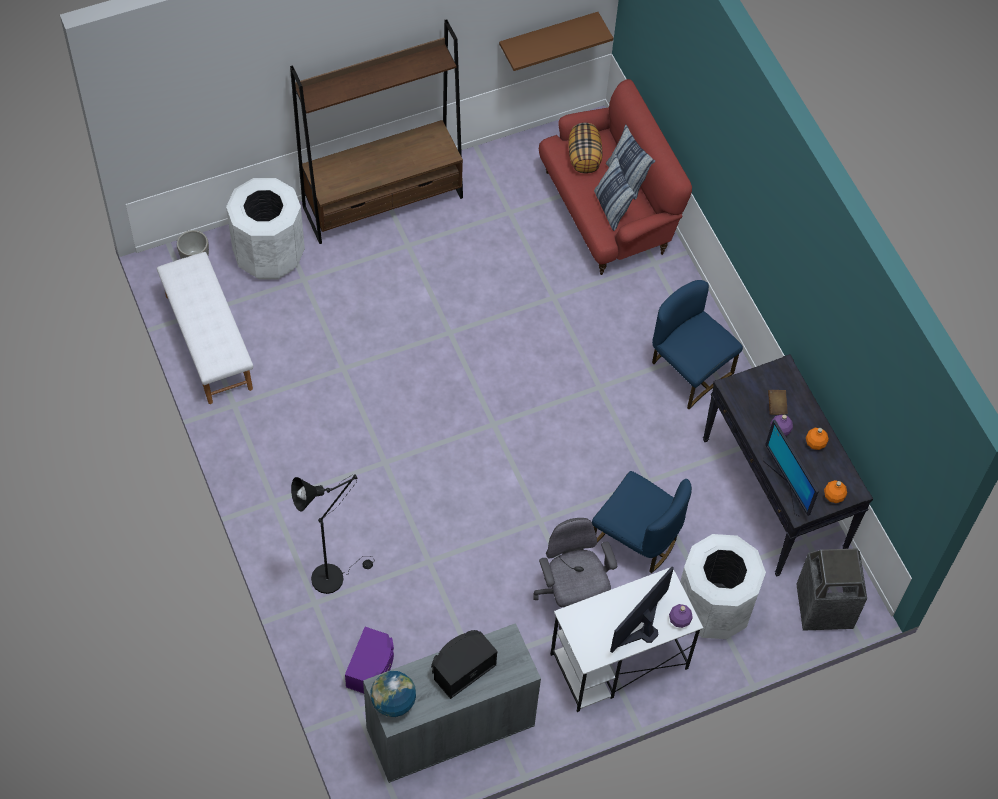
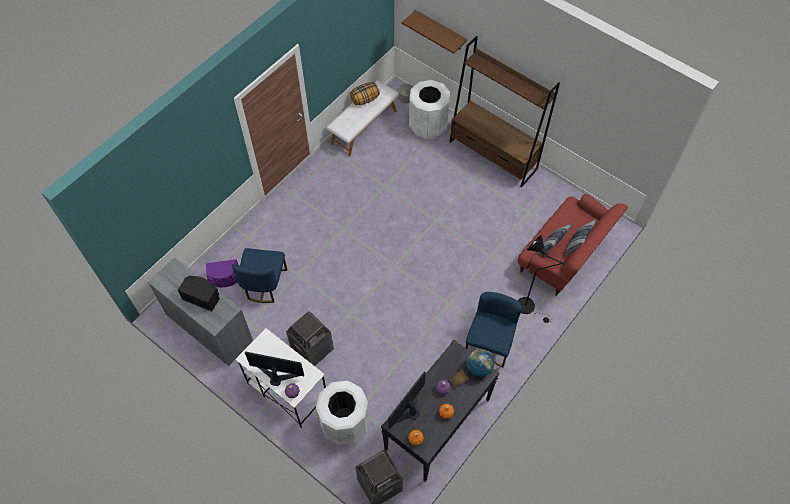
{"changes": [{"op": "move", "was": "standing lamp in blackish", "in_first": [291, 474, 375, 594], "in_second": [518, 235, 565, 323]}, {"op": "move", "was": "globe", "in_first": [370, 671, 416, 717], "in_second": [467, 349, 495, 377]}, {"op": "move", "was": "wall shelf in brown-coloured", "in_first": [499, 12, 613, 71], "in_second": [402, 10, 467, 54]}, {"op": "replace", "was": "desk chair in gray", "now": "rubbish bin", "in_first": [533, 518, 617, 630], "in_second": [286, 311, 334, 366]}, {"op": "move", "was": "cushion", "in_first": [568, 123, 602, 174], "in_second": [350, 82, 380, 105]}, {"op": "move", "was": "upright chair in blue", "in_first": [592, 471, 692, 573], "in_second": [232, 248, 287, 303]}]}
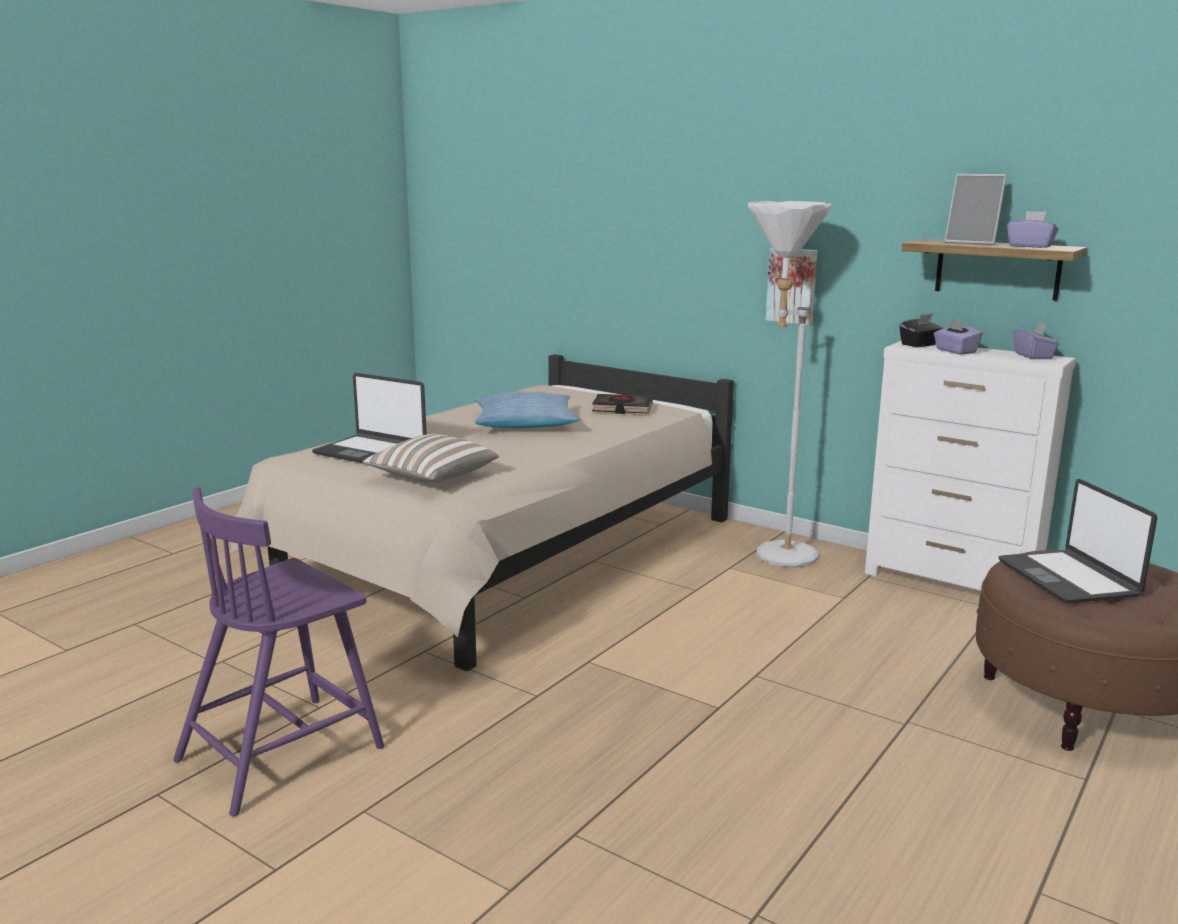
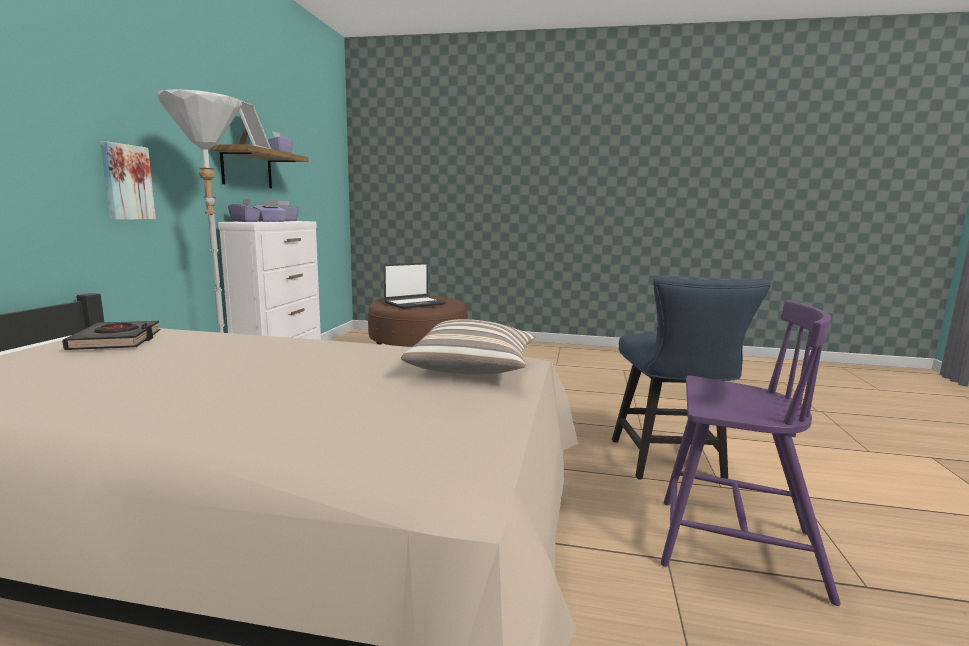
{"changes": [{"op": "delete", "was": "portable computer", "in_first": [312, 373, 427, 464]}, {"op": "delete", "was": "cushion", "in_first": [473, 392, 580, 428]}, {"op": "recolor", "was": "box of tissues in blackish", "now": "box of tissues in purple", "in_first": [900, 314, 944, 347], "in_second": [228, 199, 261, 222]}, {"op": "insert", "now": "upright chair in blue", "in_second": [612, 276, 771, 479]}]}
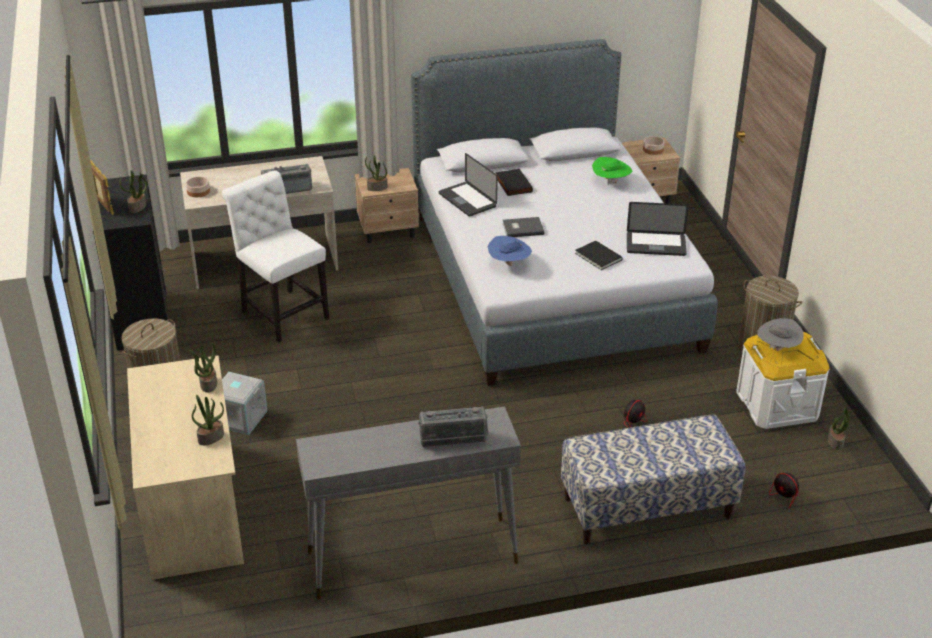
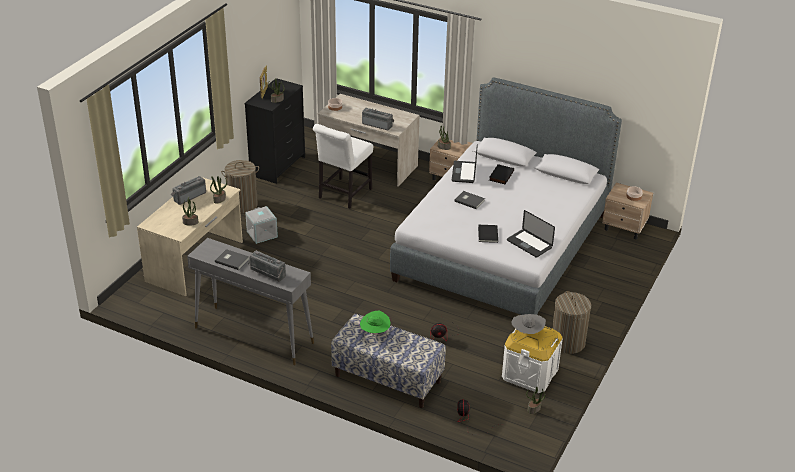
{"changes": [{"op": "rotate", "was": "upright chair in white", "in_first": [222, 171, 329, 343], "in_second": [313, 124, 373, 209], "clockwise": -150}, {"op": "delete", "was": "wearable hat in blue", "in_first": [488, 236, 532, 266]}, {"op": "move", "was": "wearable hat in green-coloured", "in_first": [592, 157, 632, 185], "in_second": [360, 311, 390, 335]}, {"op": "insert", "now": "radio receiver", "in_second": [171, 176, 206, 205]}, {"op": "insert", "now": "book in gray", "in_second": [215, 249, 249, 270]}]}
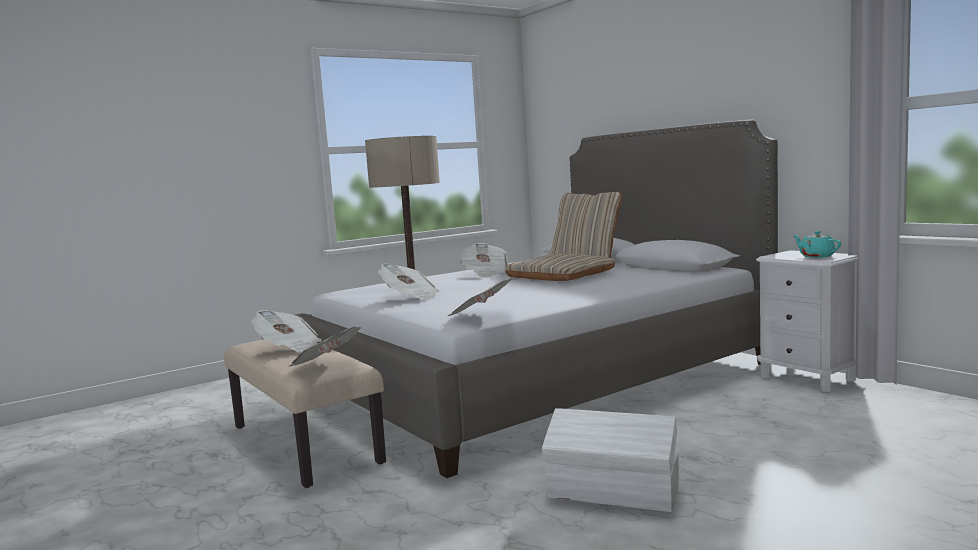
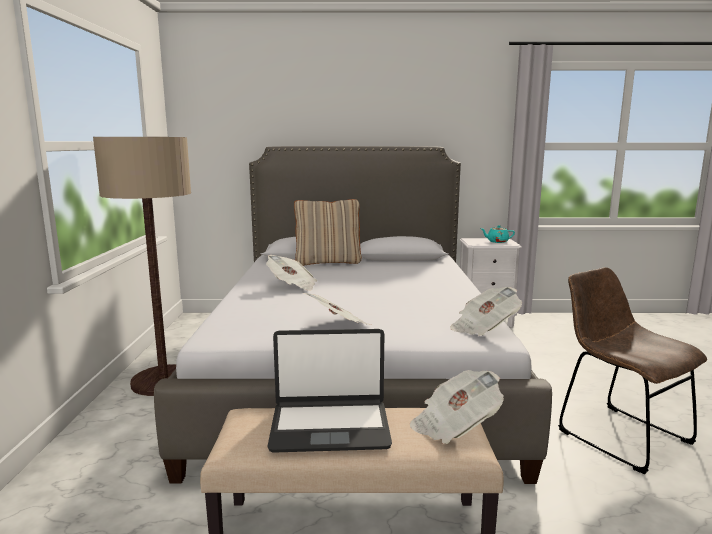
{"changes": [{"op": "replace", "was": "printed paper", "now": "portable computer", "in_first": [251, 310, 322, 353], "in_second": [267, 329, 392, 453]}, {"op": "delete", "was": "cushion in beige-coloured", "in_first": [505, 254, 615, 281]}, {"op": "replace", "was": "storage box in white", "now": "upright chair in brown-coloured", "in_first": [542, 408, 679, 512], "in_second": [558, 267, 707, 474]}]}
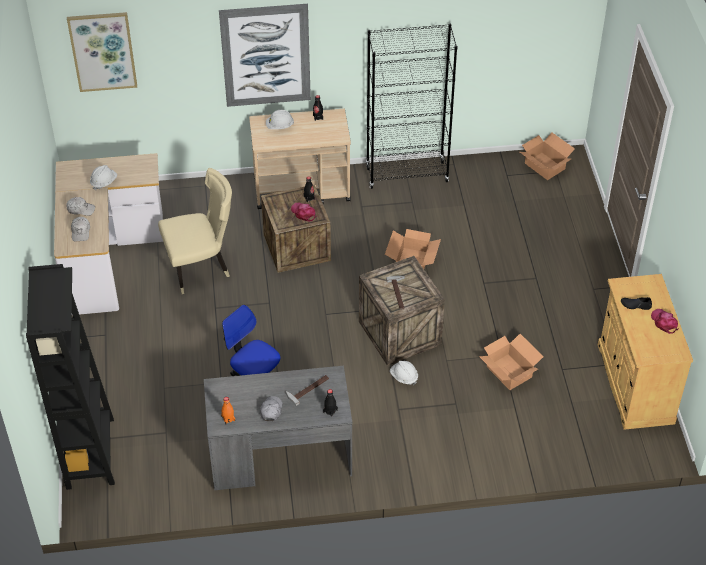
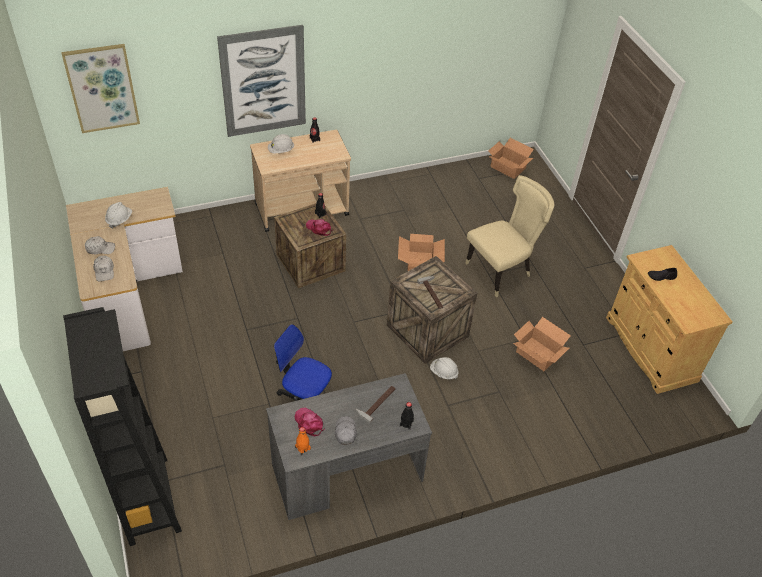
{"changes": [{"op": "move", "was": "upright chair in beige-coloured", "in_first": [158, 168, 232, 294], "in_second": [466, 175, 554, 297]}, {"op": "delete", "was": "bookcase in blackish", "in_first": [366, 24, 457, 189]}, {"op": "move", "was": "baseball cap in pink", "in_first": [651, 309, 679, 334], "in_second": [295, 408, 325, 436]}]}
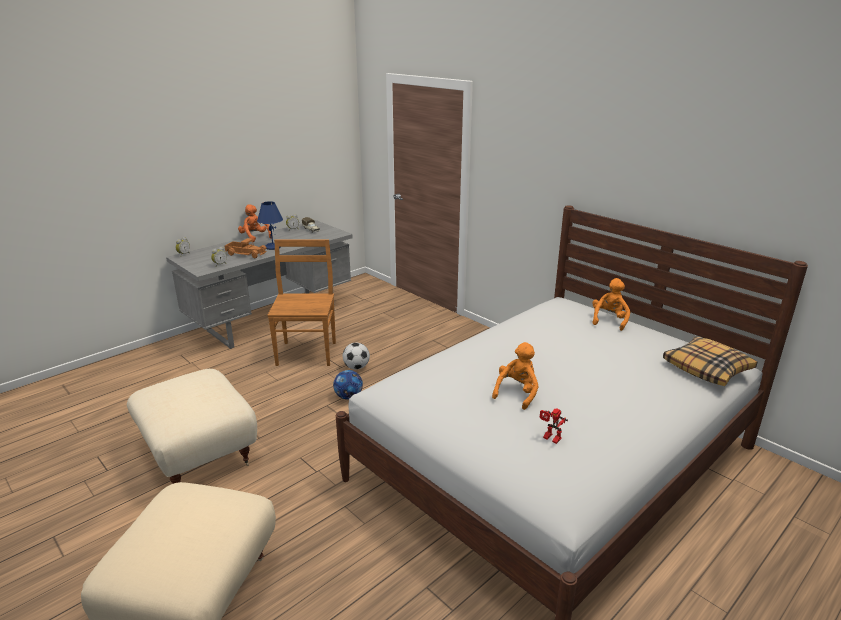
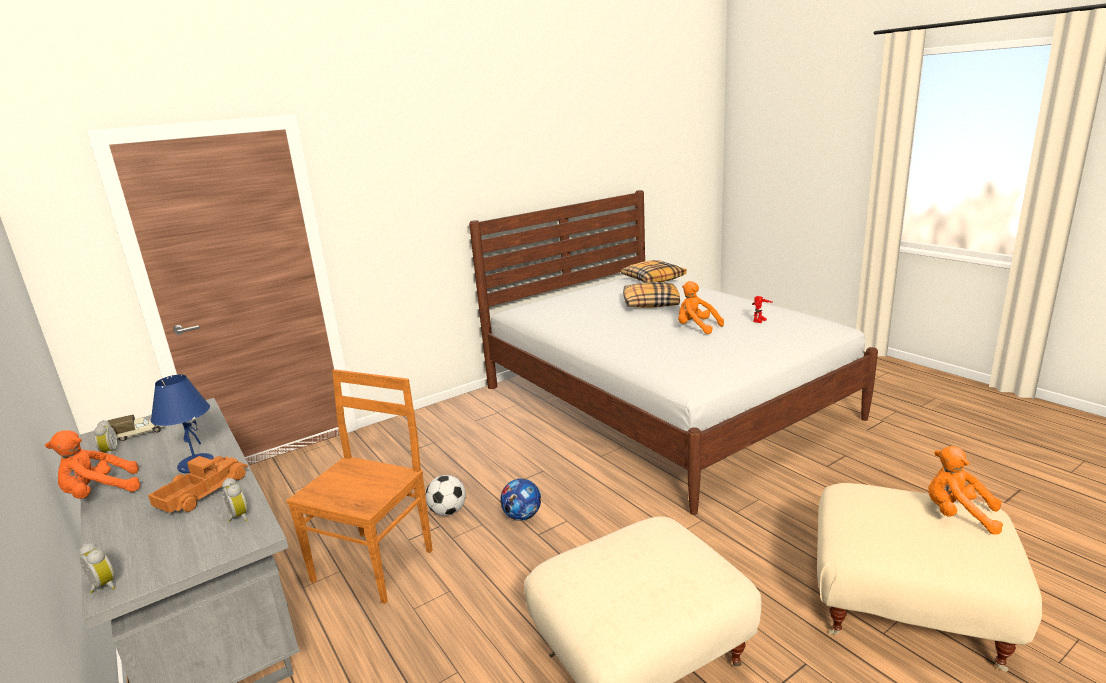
{"changes": [{"op": "rotate", "was": "upright chair in brown-coloured", "in_first": [267, 239, 336, 366], "in_second": [286, 369, 433, 604], "clockwise": 105}, {"op": "move", "was": "soft toy in orangey", "in_first": [592, 278, 630, 331], "in_second": [928, 446, 1003, 535]}, {"op": "insert", "now": "cushion", "in_second": [623, 282, 680, 308]}]}
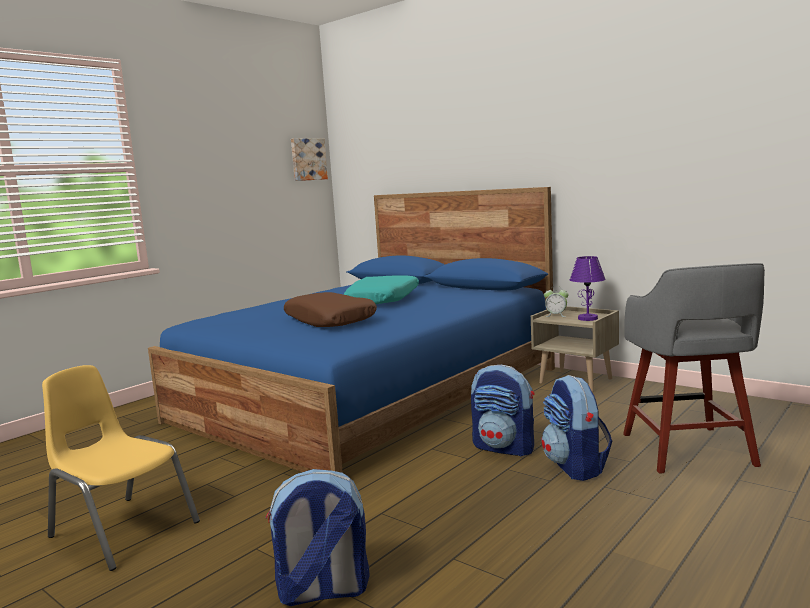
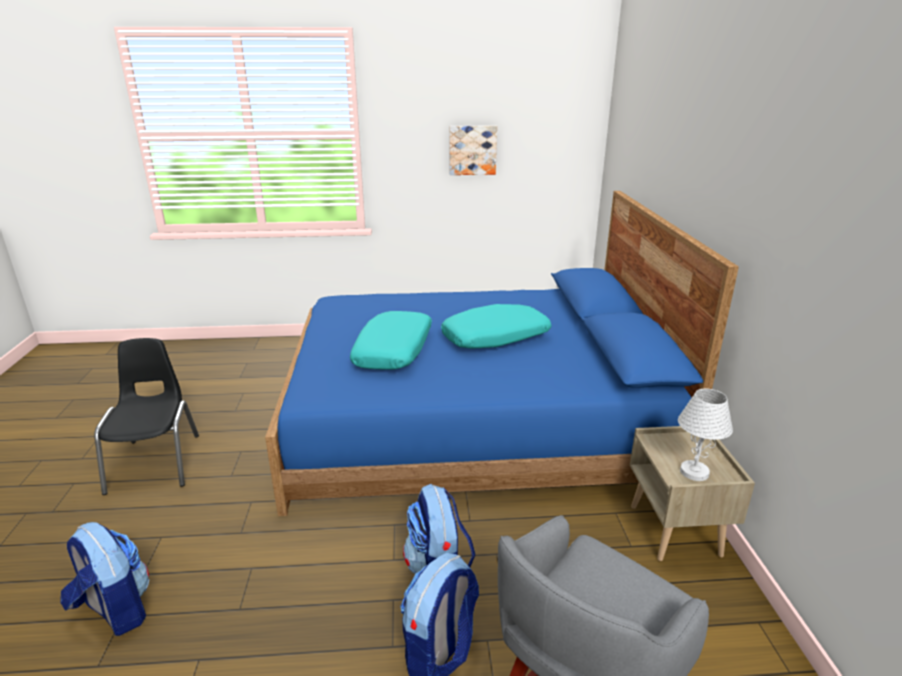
{"changes": [{"op": "recolor", "was": "upright chair in yellow", "now": "upright chair in blackish", "in_first": [42, 365, 200, 571], "in_second": [94, 338, 199, 495]}, {"op": "recolor", "was": "cushion in brown-coloured", "now": "cushion in turquoise", "in_first": [284, 292, 377, 327], "in_second": [350, 311, 432, 370]}, {"op": "move", "was": "wall art", "in_first": [291, 138, 328, 181], "in_second": [449, 125, 497, 175]}, {"op": "delete", "was": "alarm clock", "in_first": [544, 286, 569, 317]}, {"op": "recolor", "was": "lamp for a table in purple", "now": "lamp for a table in white", "in_first": [570, 256, 606, 321], "in_second": [678, 389, 733, 481]}]}
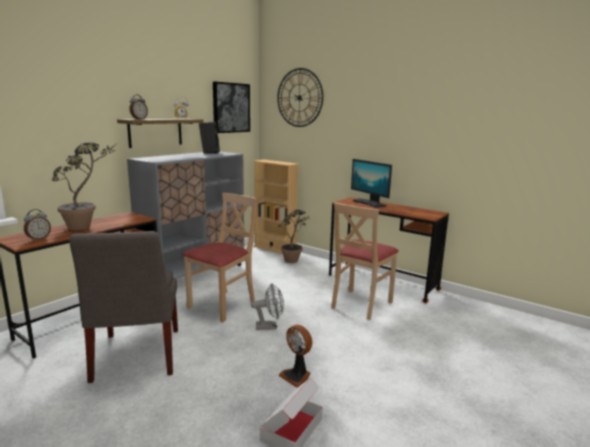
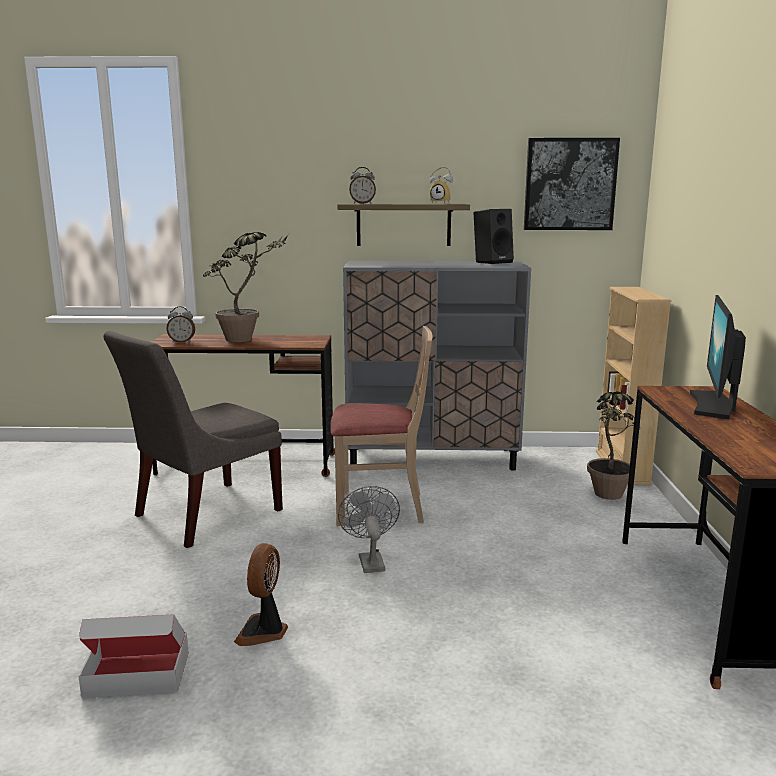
{"changes": [{"op": "rotate", "was": "cooling fan in gray", "in_first": [251, 283, 284, 330], "in_second": [338, 486, 400, 573], "clockwise": -150}, {"op": "delete", "was": "clock on the wall", "in_first": [277, 68, 323, 127]}, {"op": "delete", "was": "upright chair in beige-coloured", "in_first": [331, 203, 399, 320]}]}
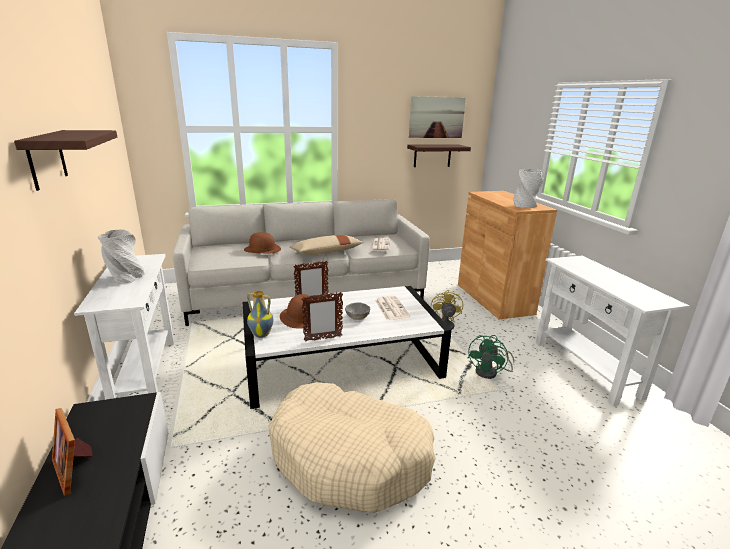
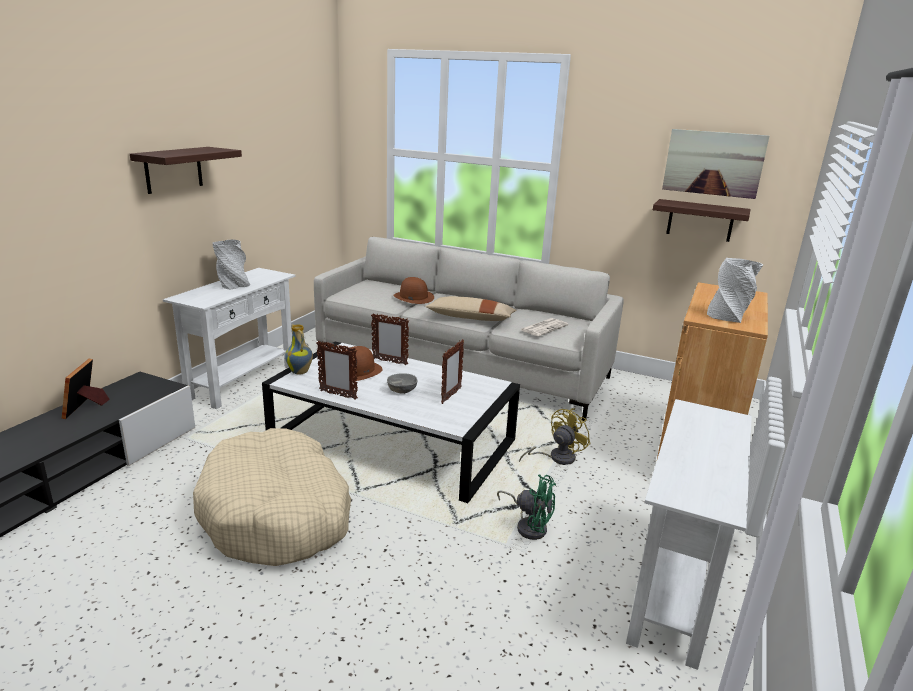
{"changes": [{"op": "replace", "was": "printed paper", "now": "picture frame", "in_first": [375, 296, 411, 320], "in_second": [441, 339, 464, 404]}, {"op": "rotate", "was": "cooling fan in green-coloured", "in_first": [468, 335, 514, 379], "in_second": [497, 475, 556, 540], "clockwise": -135}]}
